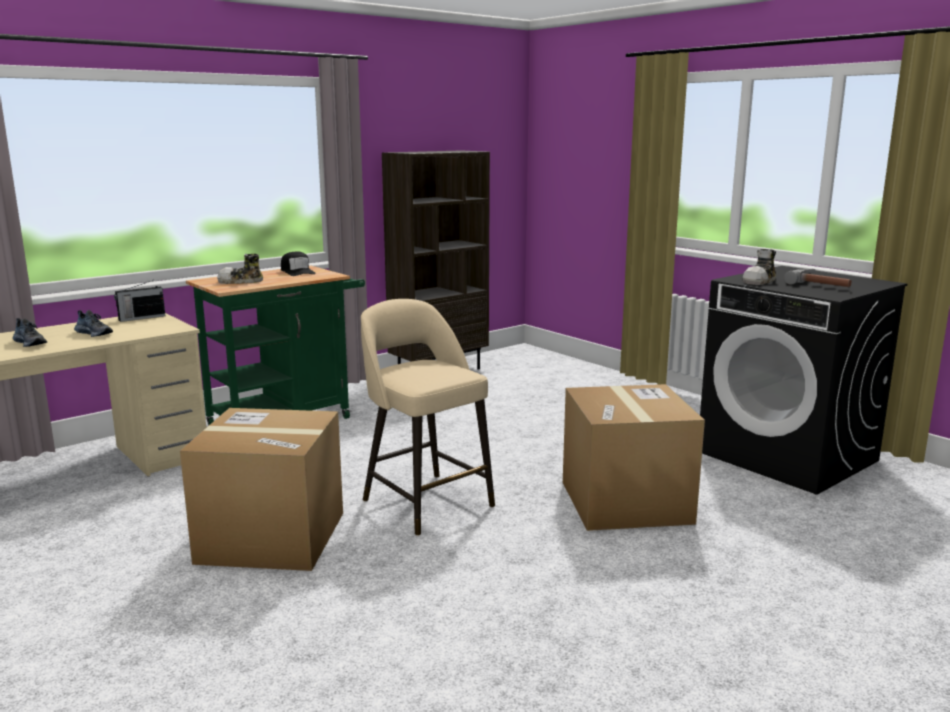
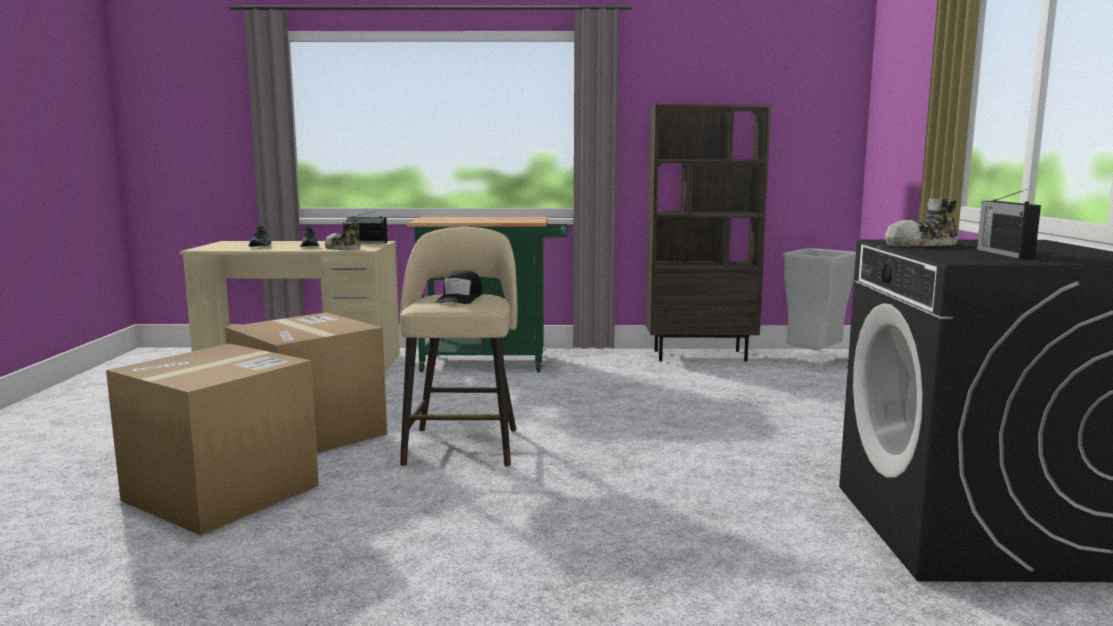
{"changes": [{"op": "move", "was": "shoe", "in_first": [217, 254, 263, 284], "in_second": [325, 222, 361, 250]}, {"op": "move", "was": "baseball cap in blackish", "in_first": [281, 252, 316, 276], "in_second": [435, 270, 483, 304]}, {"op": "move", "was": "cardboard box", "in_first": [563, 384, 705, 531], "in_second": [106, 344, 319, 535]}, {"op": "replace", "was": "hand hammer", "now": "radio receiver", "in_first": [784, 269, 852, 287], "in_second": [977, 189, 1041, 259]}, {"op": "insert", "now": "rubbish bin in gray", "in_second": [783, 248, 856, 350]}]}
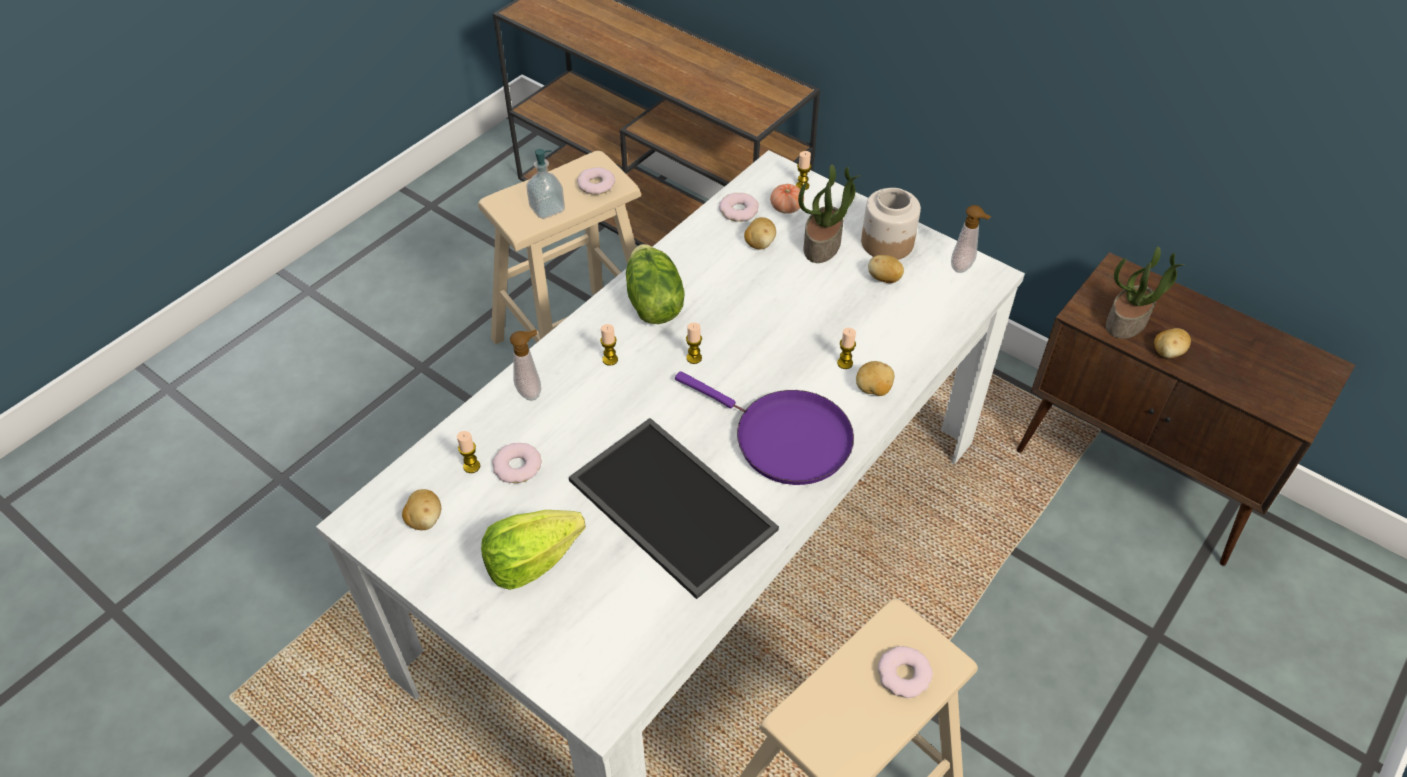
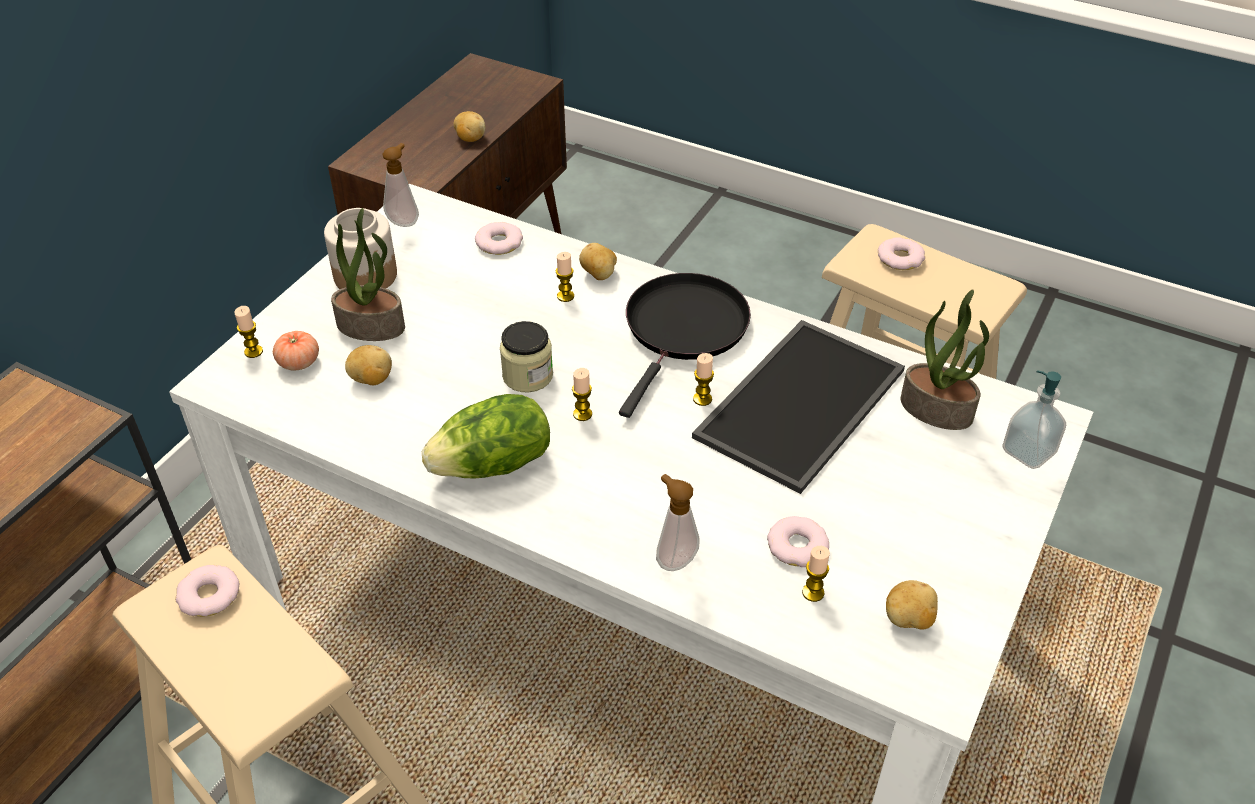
{"changes": [{"op": "delete", "was": "lettuce", "in_first": [481, 510, 586, 590]}, {"op": "move", "was": "soap dispenser", "in_first": [526, 149, 565, 219], "in_second": [1002, 370, 1066, 469]}, {"op": "move", "was": "wax candle", "in_first": [600, 324, 618, 366], "in_second": [693, 353, 714, 406]}, {"op": "recolor", "was": "skillet in purple", "now": "skillet in blackish", "in_first": [675, 371, 854, 485], "in_second": [619, 273, 751, 418]}, {"op": "move", "was": "ring doughnut", "in_first": [719, 193, 759, 222], "in_second": [475, 222, 523, 255]}, {"op": "delete", "was": "potato", "in_first": [868, 255, 904, 283]}, {"op": "move", "was": "potted plant", "in_first": [1106, 247, 1185, 339], "in_second": [900, 290, 989, 430]}, {"op": "insert", "now": "storage jar", "in_second": [500, 321, 553, 392]}]}
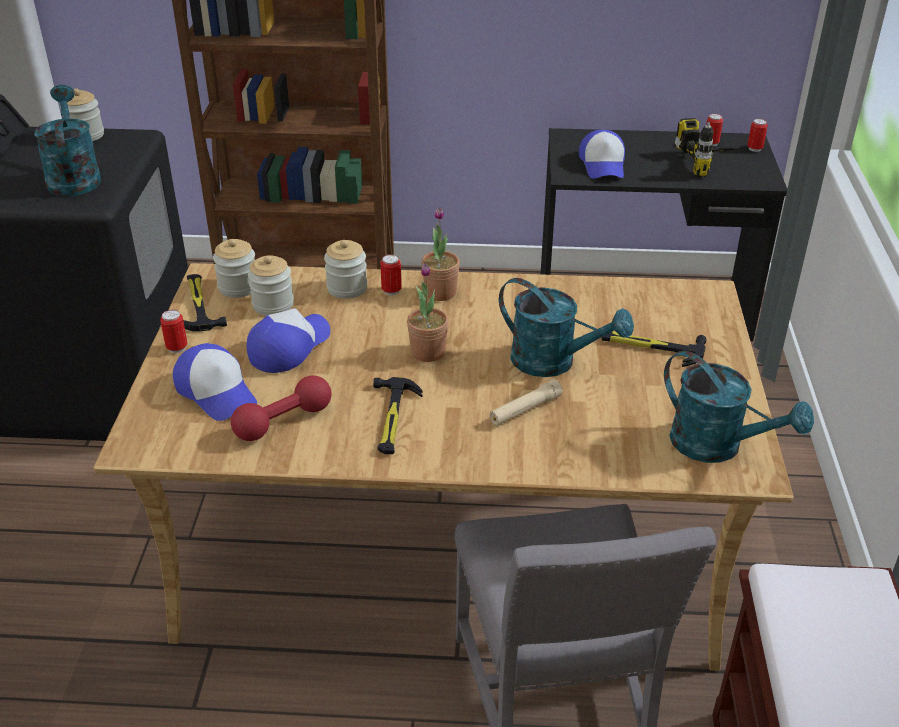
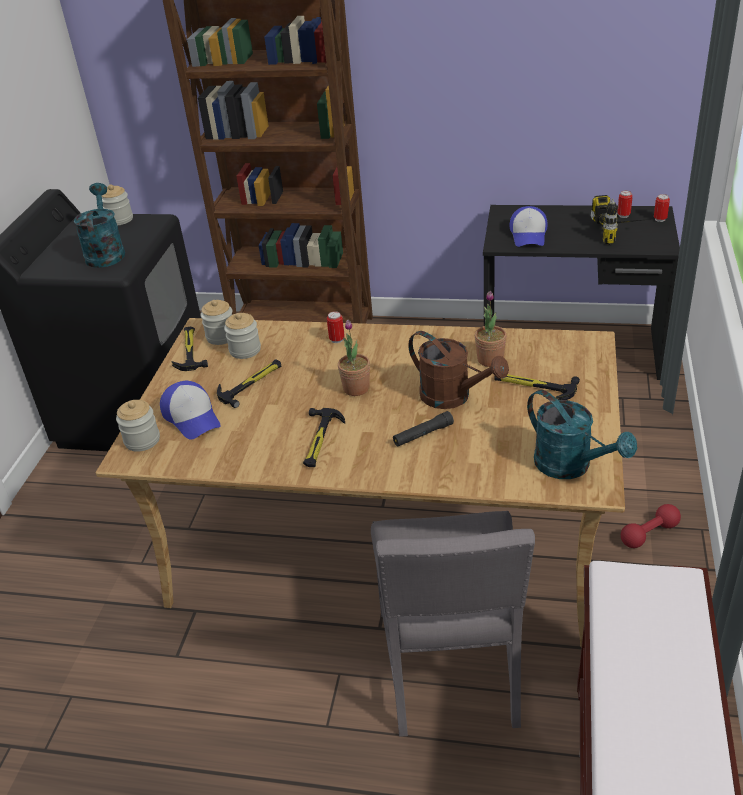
{"changes": [{"op": "delete", "was": "can", "in_first": [160, 310, 187, 353]}, {"op": "move", "was": "free weight in red-coloured", "in_first": [231, 375, 331, 441], "in_second": [621, 504, 681, 548]}, {"op": "replace", "was": "baseball cap", "now": "hand hammer", "in_first": [247, 308, 331, 373], "in_second": [217, 359, 281, 408]}, {"op": "move", "was": "storage jar", "in_first": [324, 240, 368, 299], "in_second": [116, 400, 160, 452]}, {"op": "move", "was": "potted plant", "in_first": [421, 207, 460, 301], "in_second": [475, 291, 507, 367]}, {"op": "recolor", "was": "hand torch in beige-coloured", "now": "hand torch in blackish", "in_first": [489, 379, 563, 425], "in_second": [393, 411, 454, 446]}, {"op": "recolor", "was": "watering pot in turquoise", "now": "watering pot in brown-coloured", "in_first": [499, 278, 634, 377], "in_second": [408, 331, 509, 409]}]}
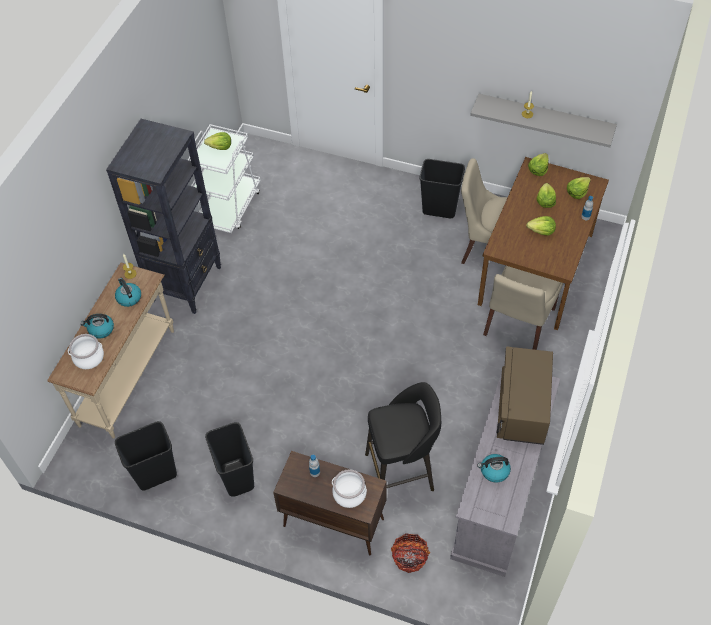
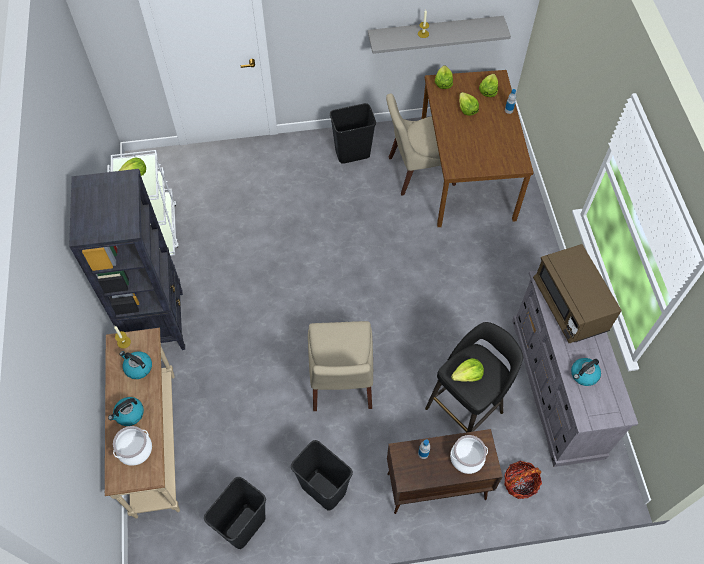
{"changes": [{"op": "move", "was": "upright chair in beige-coloured", "in_first": [483, 266, 563, 350], "in_second": [308, 321, 373, 411]}, {"op": "move", "was": "lettuce", "in_first": [526, 216, 556, 236], "in_second": [451, 358, 484, 382]}]}
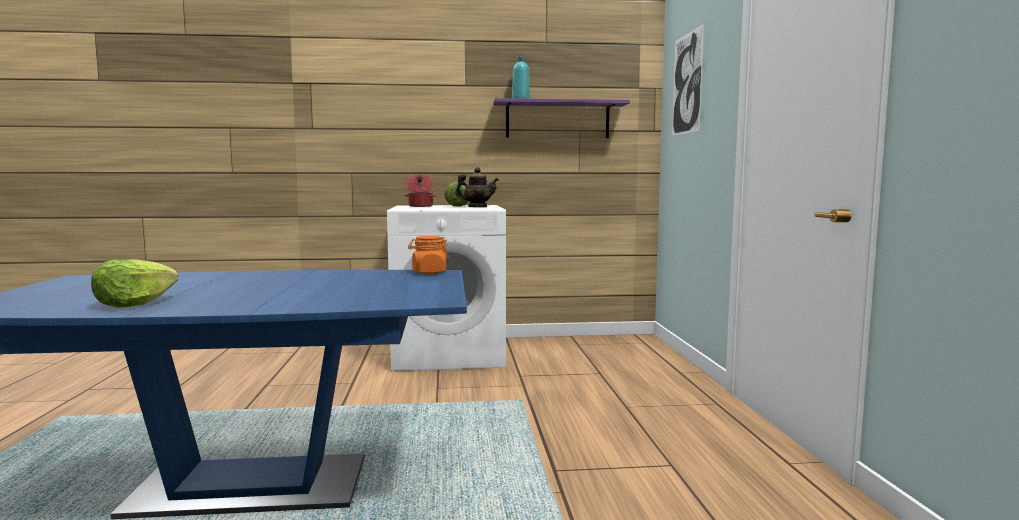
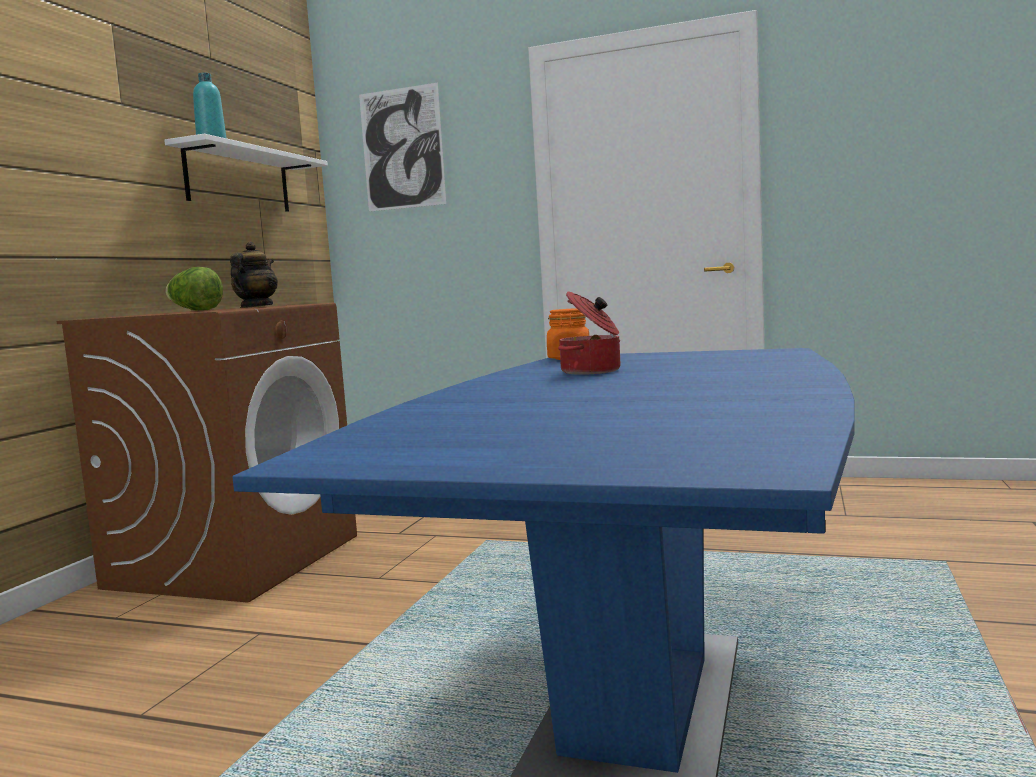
{"changes": [{"op": "delete", "was": "lettuce", "in_first": [91, 259, 178, 308]}, {"op": "recolor", "was": "washing machine in white", "now": "washing machine in brown-coloured", "in_first": [387, 205, 506, 371], "in_second": [57, 303, 357, 603]}, {"op": "move", "was": "cooking pot", "in_first": [405, 174, 437, 207], "in_second": [558, 292, 620, 375]}, {"op": "recolor", "was": "wall shelf in purple", "now": "wall shelf in white", "in_first": [493, 98, 630, 138], "in_second": [164, 134, 328, 212]}]}
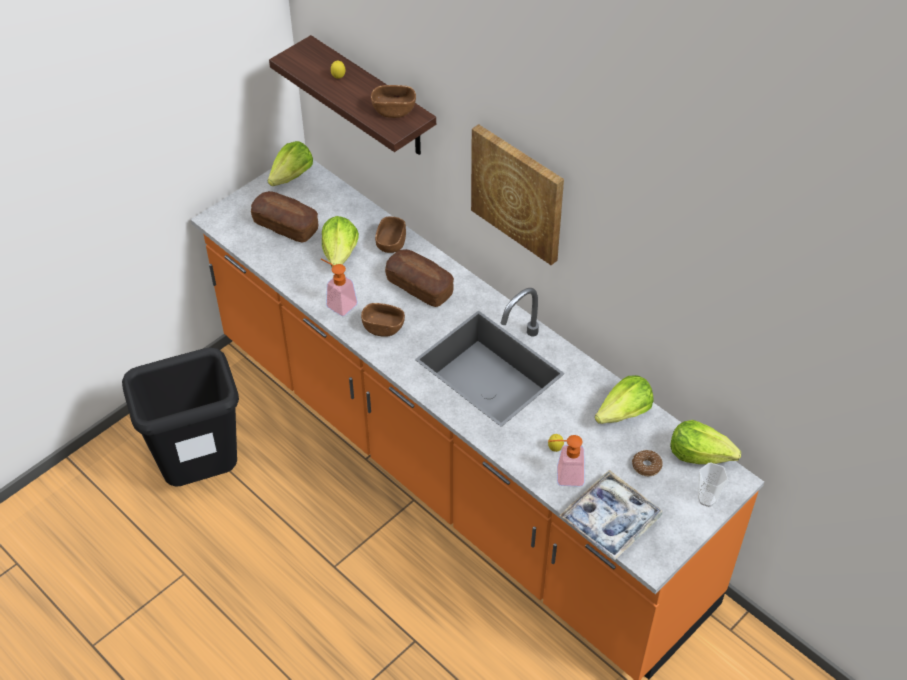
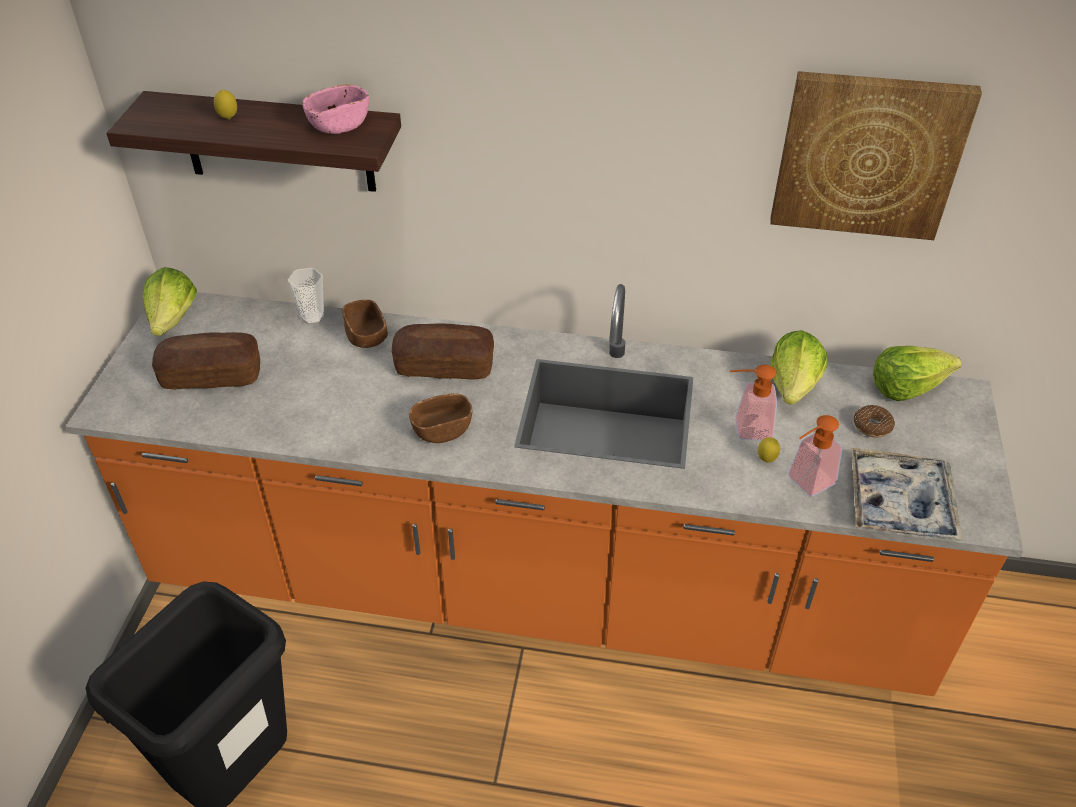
{"changes": [{"op": "move", "was": "soap dispenser", "in_first": [321, 259, 358, 316], "in_second": [730, 365, 777, 441]}, {"op": "delete", "was": "lettuce", "in_first": [322, 216, 359, 267]}, {"op": "recolor", "was": "serving bowl in brown-coloured", "now": "serving bowl in pink", "in_first": [371, 85, 416, 118], "in_second": [302, 84, 369, 134]}, {"op": "move", "was": "wall art", "in_first": [471, 124, 564, 265], "in_second": [770, 71, 982, 240]}, {"op": "move", "was": "drinking cup", "in_first": [698, 463, 728, 507], "in_second": [288, 268, 324, 325]}]}
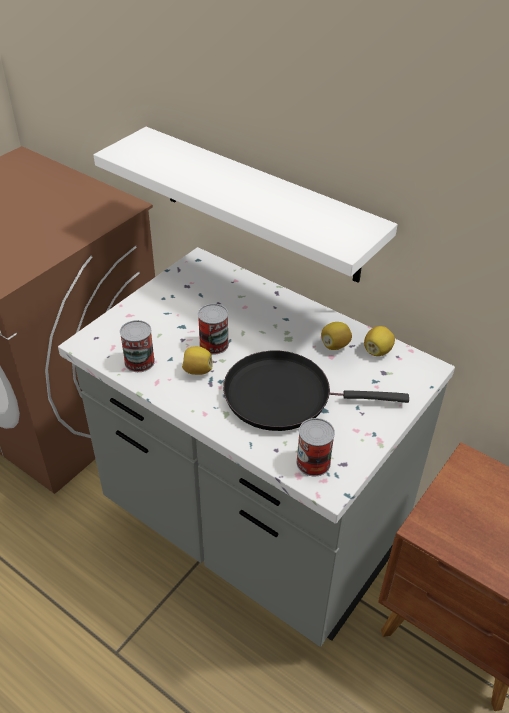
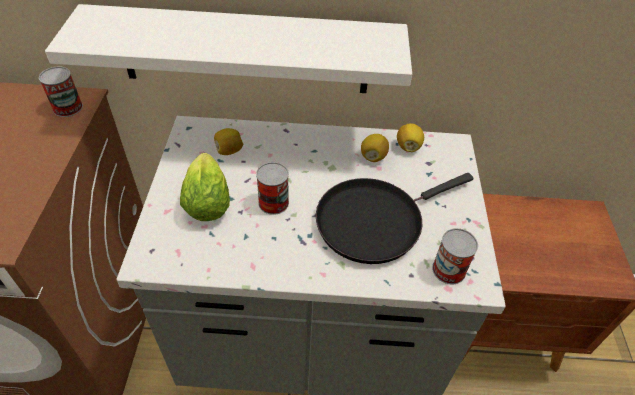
{"changes": [{"op": "move", "was": "can", "in_first": [120, 320, 155, 372], "in_second": [39, 67, 83, 117]}, {"op": "move", "was": "lemon", "in_first": [182, 346, 212, 375], "in_second": [214, 128, 243, 155]}, {"op": "insert", "now": "lettuce", "in_second": [180, 153, 230, 221]}]}
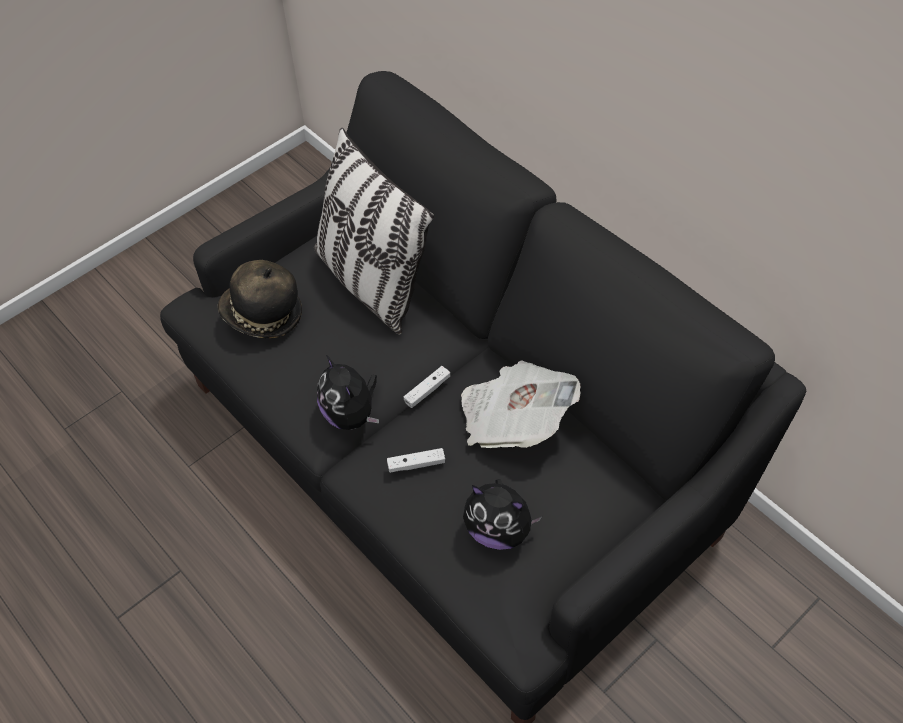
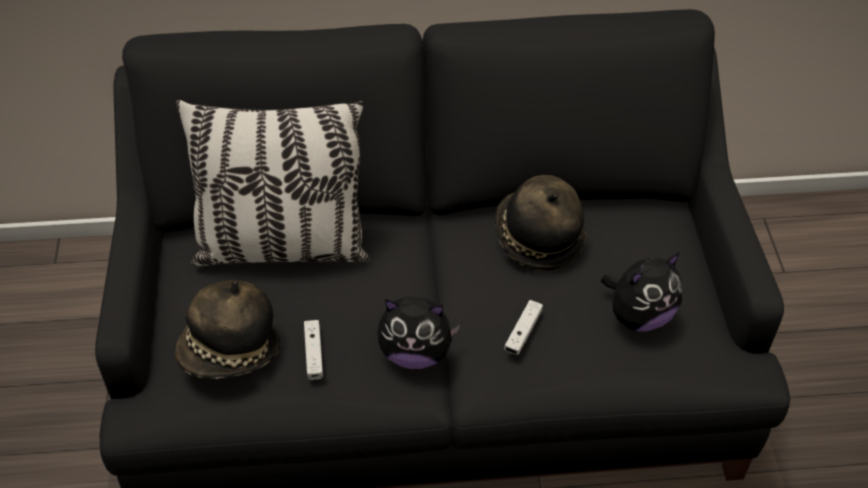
{"changes": [{"op": "move", "was": "gamepad in white", "in_first": [404, 366, 451, 408], "in_second": [304, 320, 323, 380]}, {"op": "replace", "was": "printed paper", "now": "wearable hat", "in_first": [461, 360, 581, 448], "in_second": [495, 175, 585, 270]}]}
